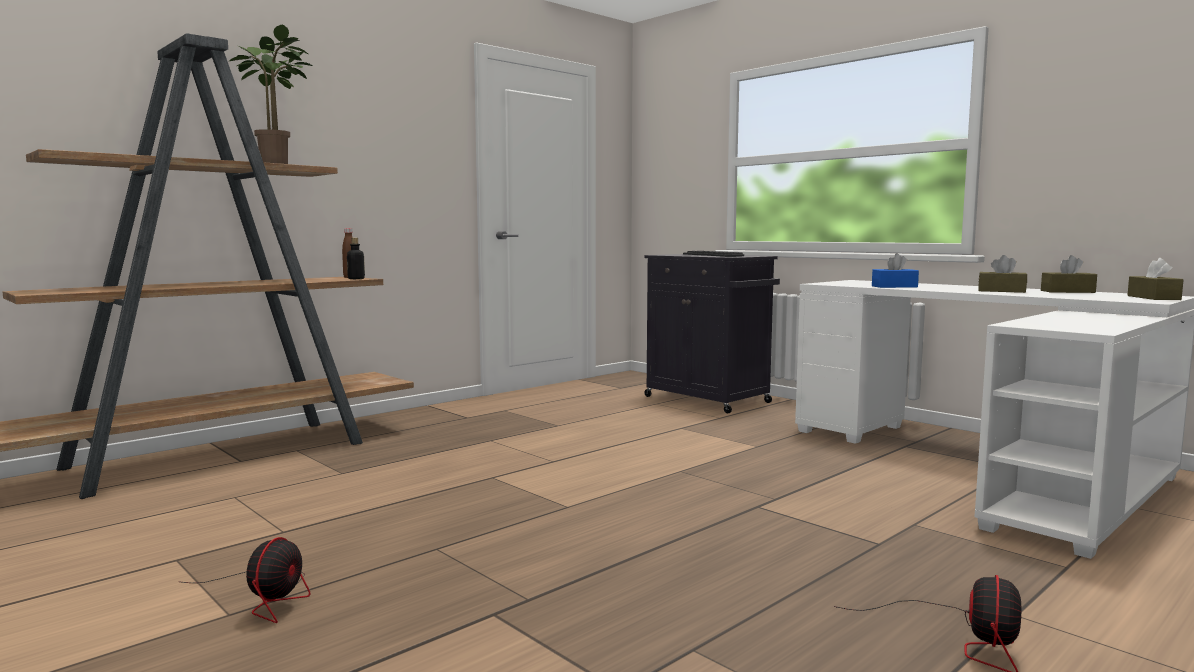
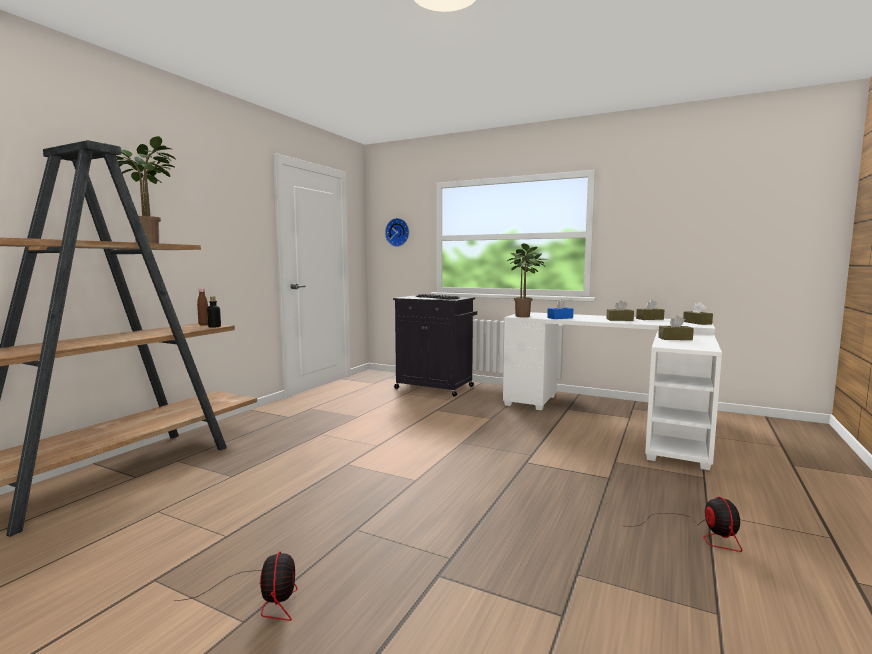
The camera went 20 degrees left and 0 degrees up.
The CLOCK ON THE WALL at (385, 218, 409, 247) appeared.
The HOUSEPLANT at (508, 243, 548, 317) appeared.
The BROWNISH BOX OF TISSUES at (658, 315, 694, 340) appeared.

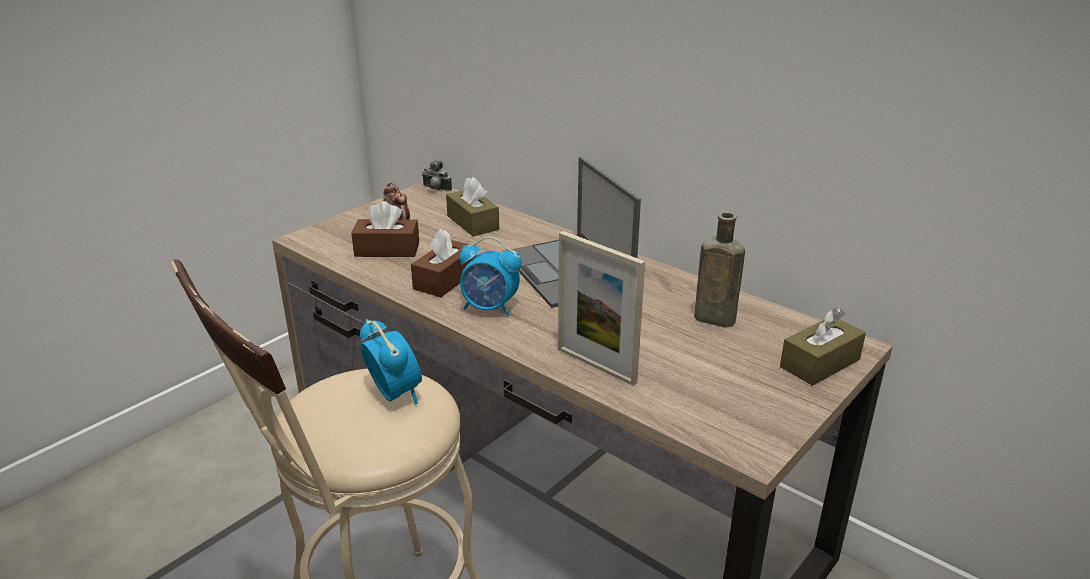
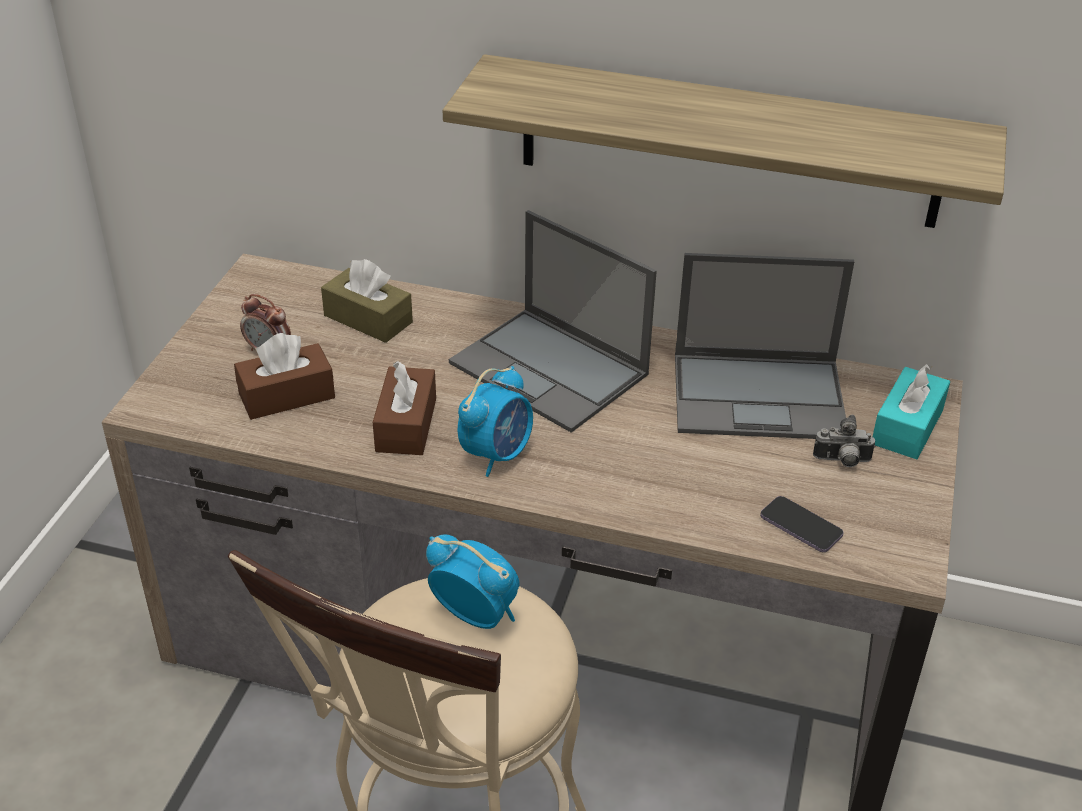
The camera went 25 degrees left and 10 degrees up.
The STILL CAMERA moved from (422, 160, 452, 191) to (813, 415, 875, 467).
The BROWNISH DRINK BOTTLE at (694, 212, 745, 327) was replaced by the LAPTOP at (675, 253, 854, 439).
The PHOTO FRAME at (558, 231, 645, 386) disappeared.
The TABLE CLOCK at (459, 237, 521, 316) turned 45 degrees counterclockwise.
The BROWNISH BOX OF TISSUES at (780, 308, 866, 386) became the TURQUOISE BOX OF TISSUES at (873, 364, 950, 460).
The WALL SHELF at (443, 54, 1007, 228) appeared.
The HANDSET at (760, 496, 844, 552) appeared.

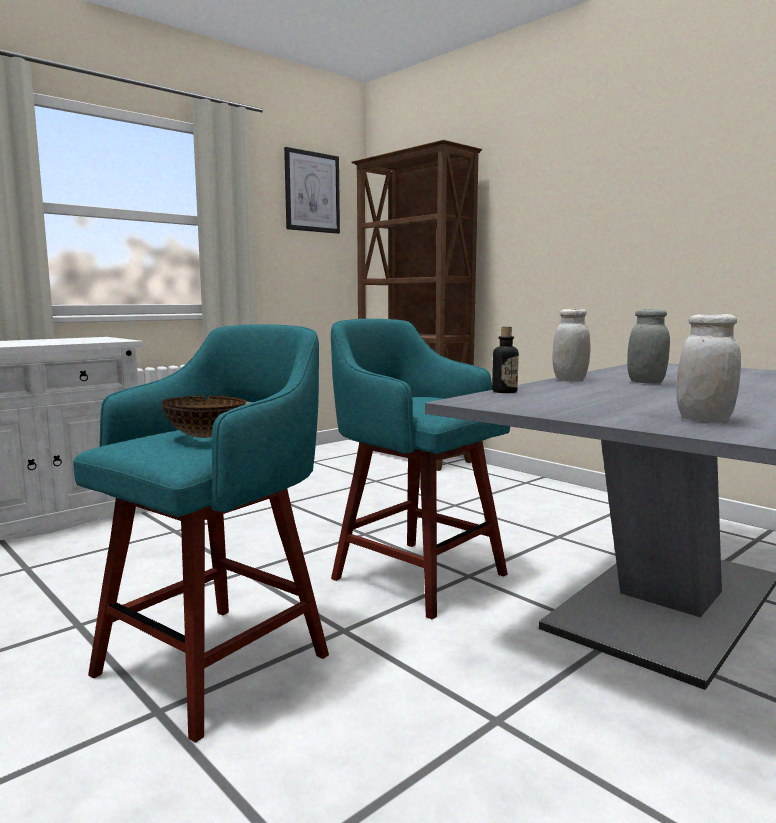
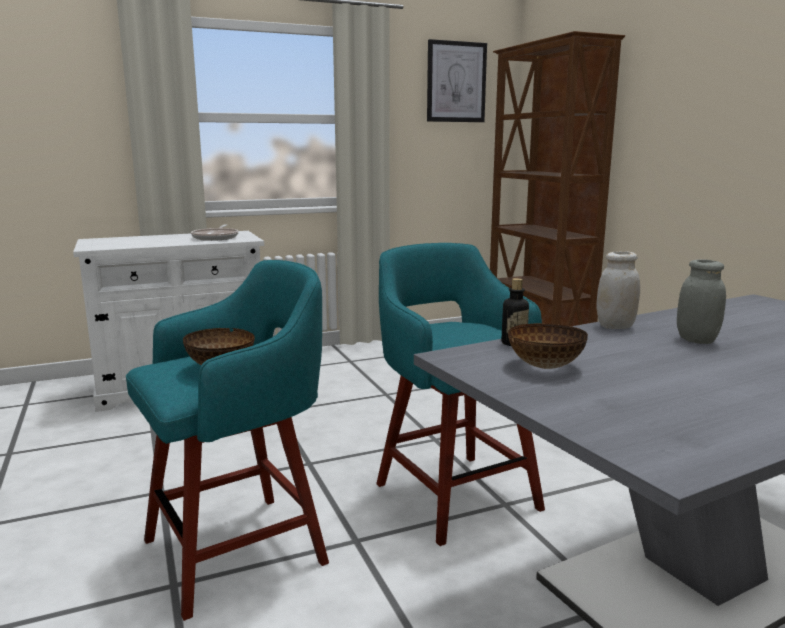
The camera went 20 degrees right and 5 degrees up.
The WHITE-COLOURED STORAGE JAR at (676, 314, 741, 422) disappeared.
The SKILLET at (191, 224, 239, 241) appeared.
The BOWL at (508, 323, 588, 369) appeared.

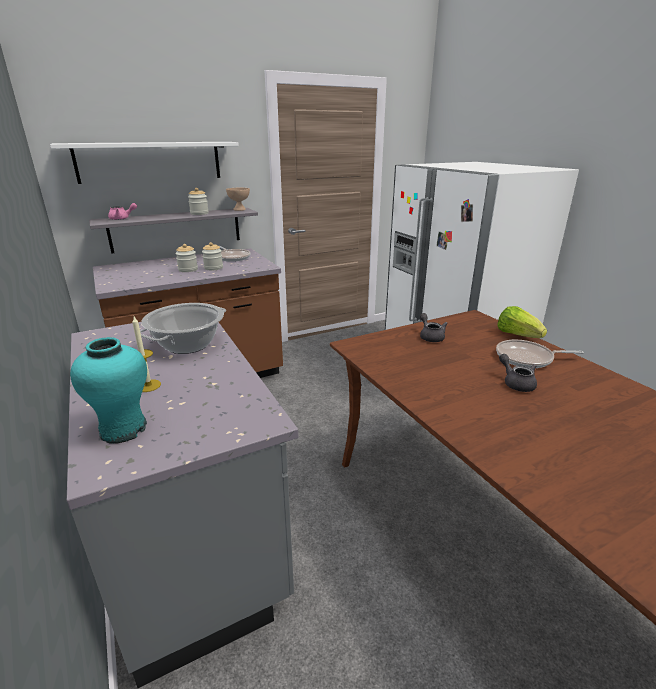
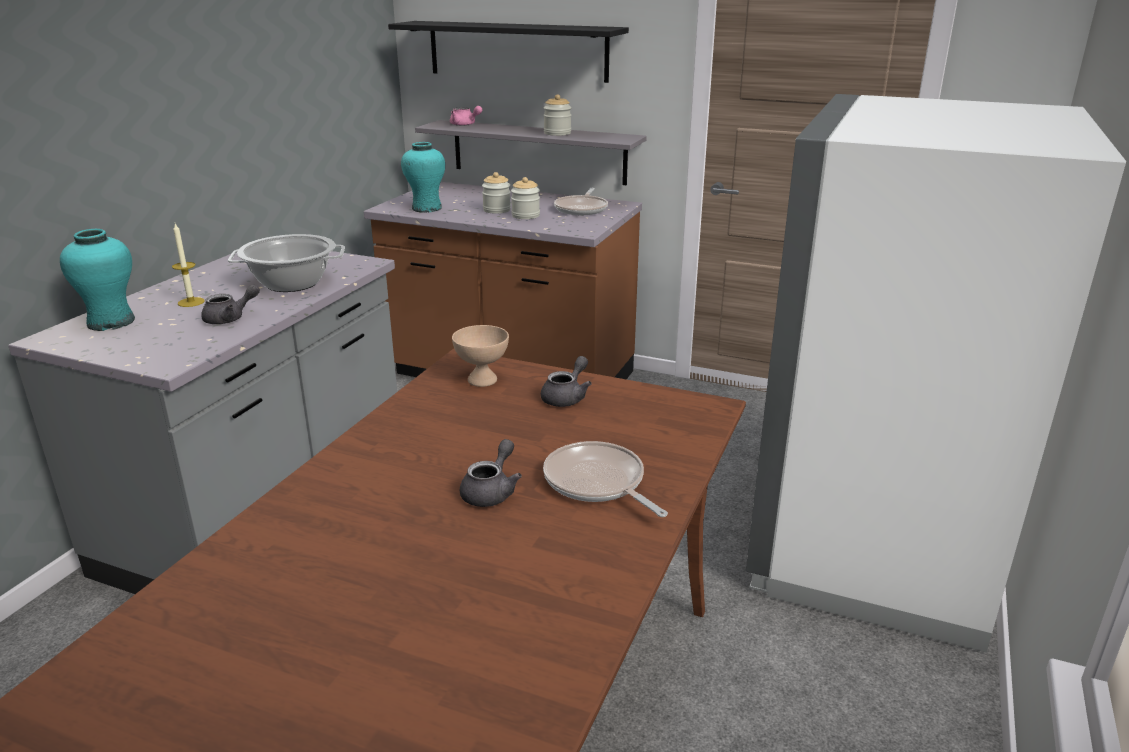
The camera went 50 degrees right and 0 degrees up.
The WHITE-COLOURED WALL SHELF at (50, 142, 239, 184) became the BLACK WALL SHELF at (388, 21, 629, 83).
The SAND-COLOURED BOWL moved from (226, 188, 250, 211) to (452, 325, 509, 387).
The HEAD OF LETTUCE at (498, 306, 547, 338) disappeared.
The TURQUOISE FLOWER VASE at (401, 142, 445, 213) appeared.
The GREY TEAPOT at (201, 284, 260, 324) appeared.

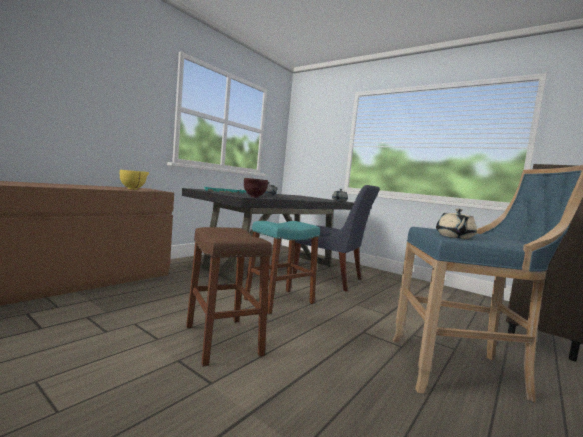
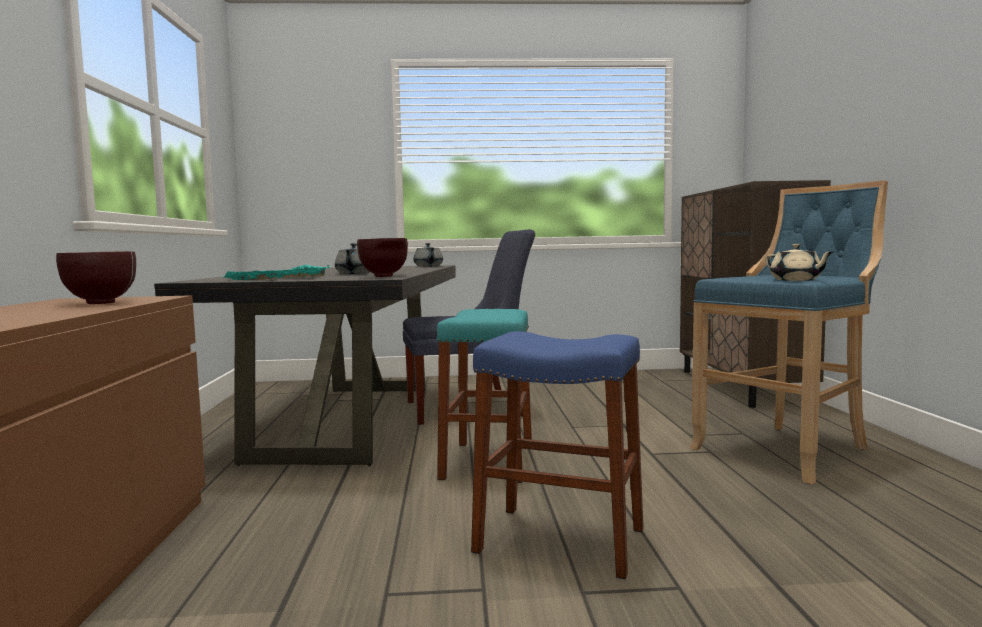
The camera went 40 degrees left and 0 degrees up.
The YELLOWISH BOWL at (120, 170, 149, 190) became the BROWNISH BOWL at (56, 251, 136, 304).
The BROWNISH SITTING STOOL at (186, 227, 272, 367) became the BLUE SITTING STOOL at (471, 331, 644, 579).

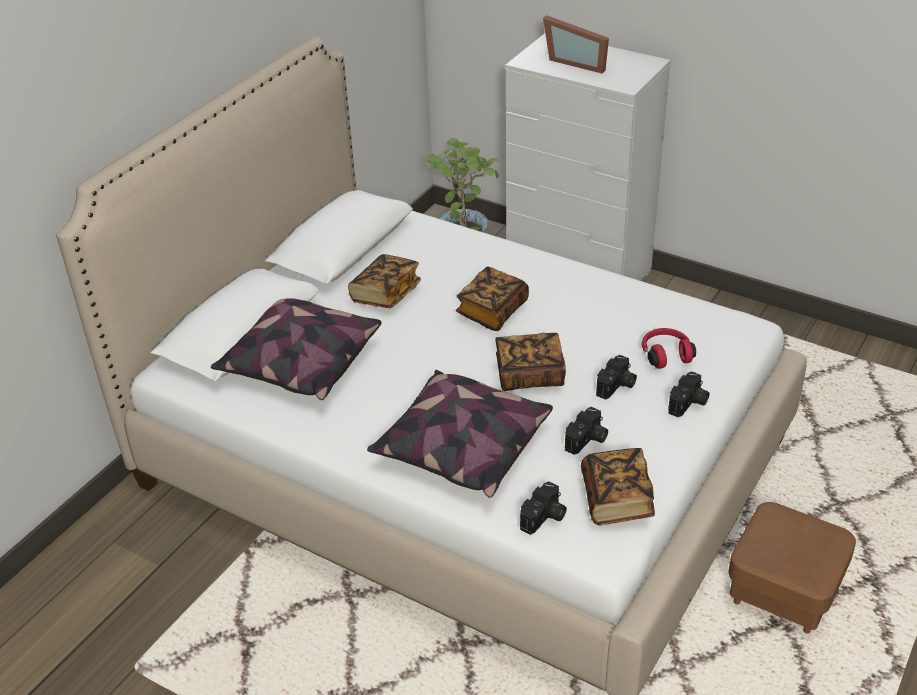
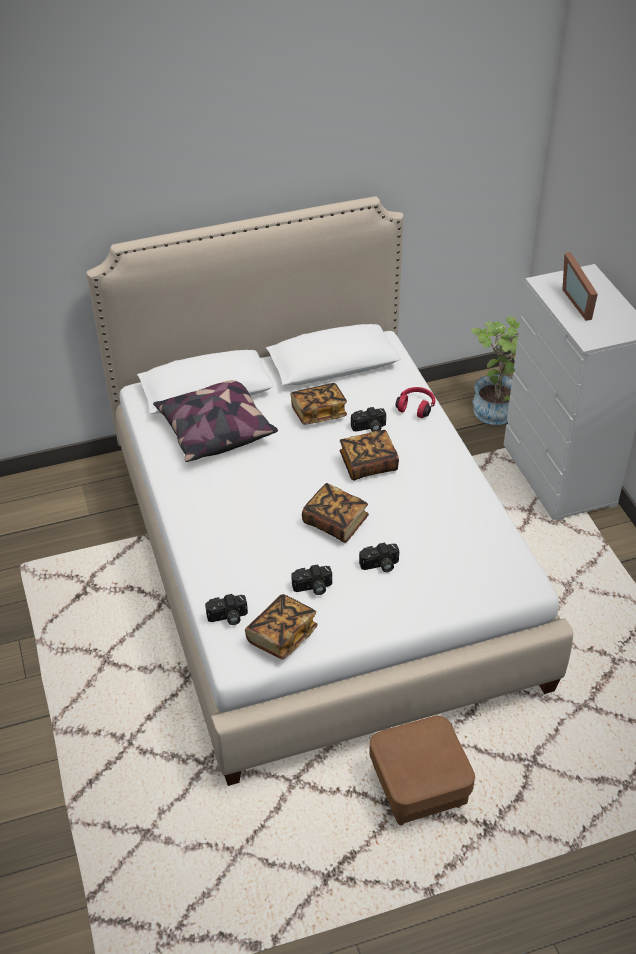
The camera went 40 degrees right and 5 degrees up.
The REDDISH PAIR OF HEADPHONES moved from (642, 328, 696, 369) to (395, 387, 435, 418).
The CUSHION at (367, 370, 553, 498) disappeared.
The STILL CAMERA moved from (668, 371, 710, 417) to (351, 407, 386, 432).

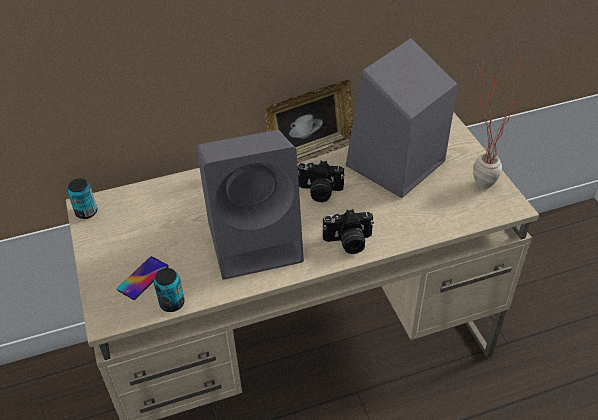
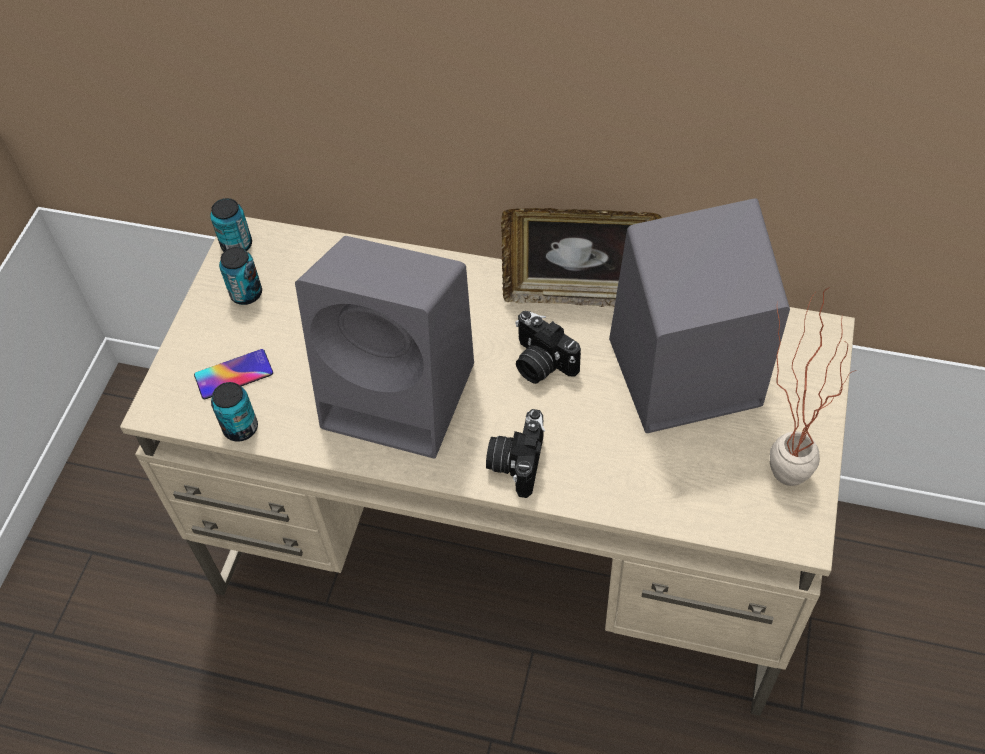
The camera went 35 degrees right and 10 degrees up.
The STILL CAMERA at (323, 209, 374, 254) turned 75 degrees clockwise.
The SEALED CAN at (219, 247, 262, 305) appeared.

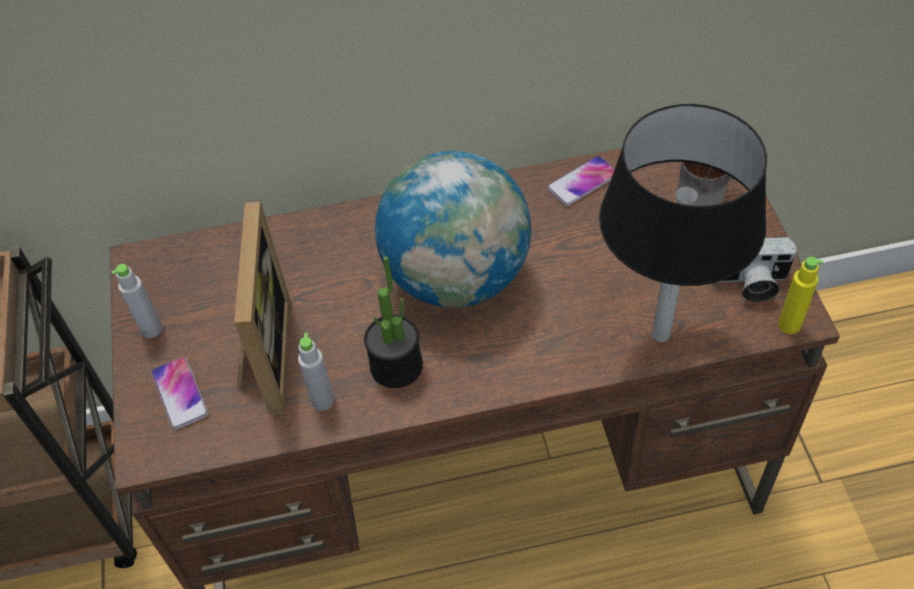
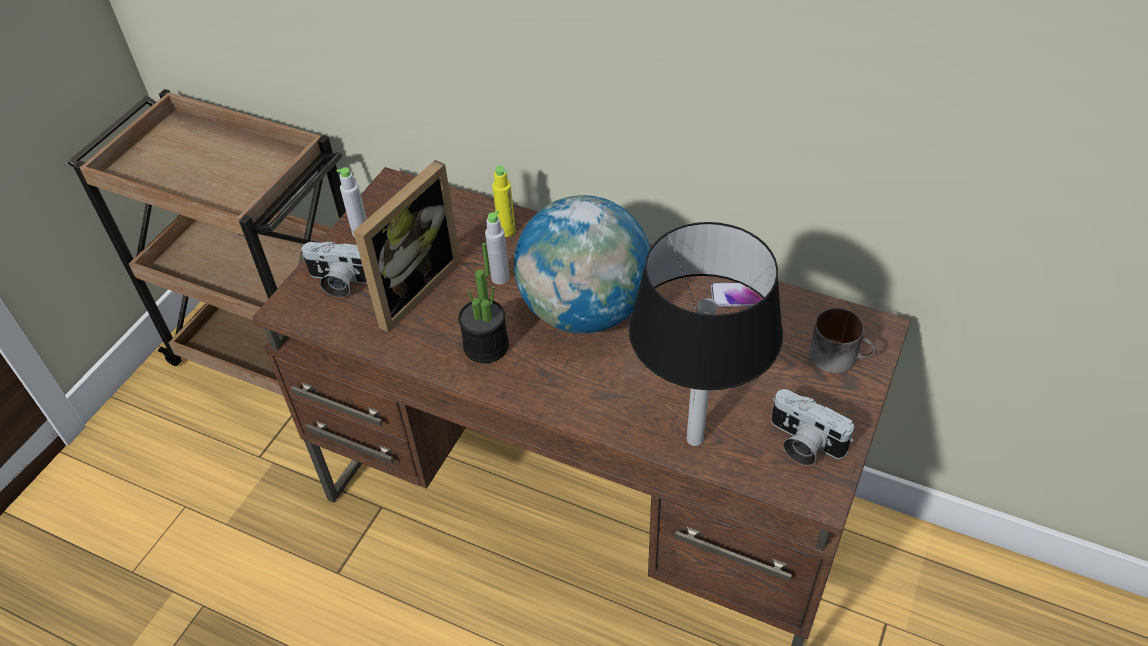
The camera went 35 degrees right and 5 degrees down.
The YELLOWISH DRINK BOTTLE moved from (778, 257, 823, 334) to (492, 166, 516, 237).
The GREY DRINK BOTTLE moved from (298, 333, 334, 411) to (485, 210, 510, 284).
The HANDSET at (151, 357, 208, 430) was replaced by the STILL CAMERA at (302, 241, 367, 297).

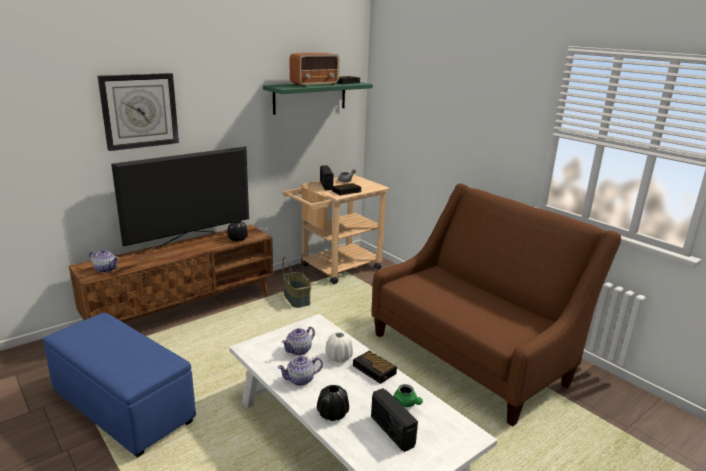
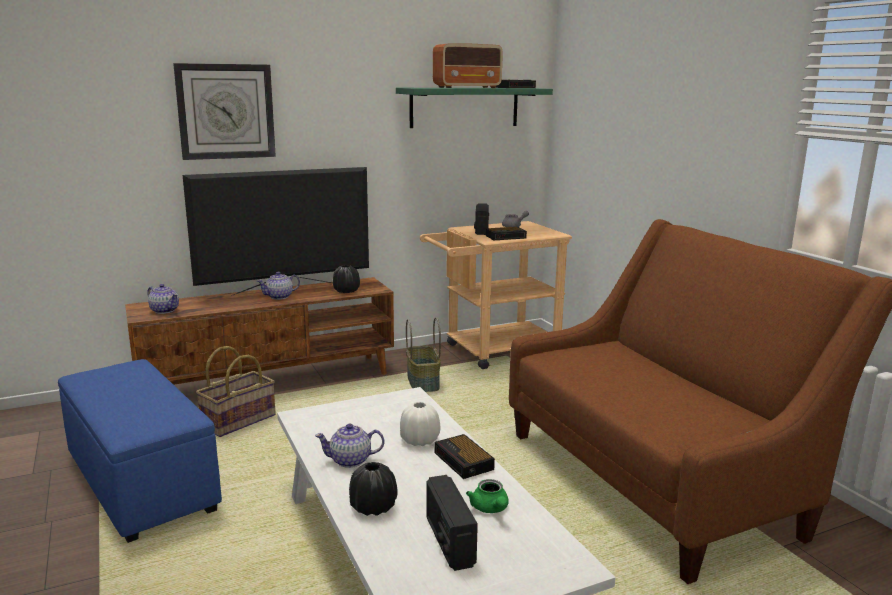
The camera went 15 degrees right and 5 degrees down.
The TEAPOT moved from (282, 327, 315, 355) to (257, 272, 300, 300).
The BASKET at (196, 346, 276, 437) appeared.

